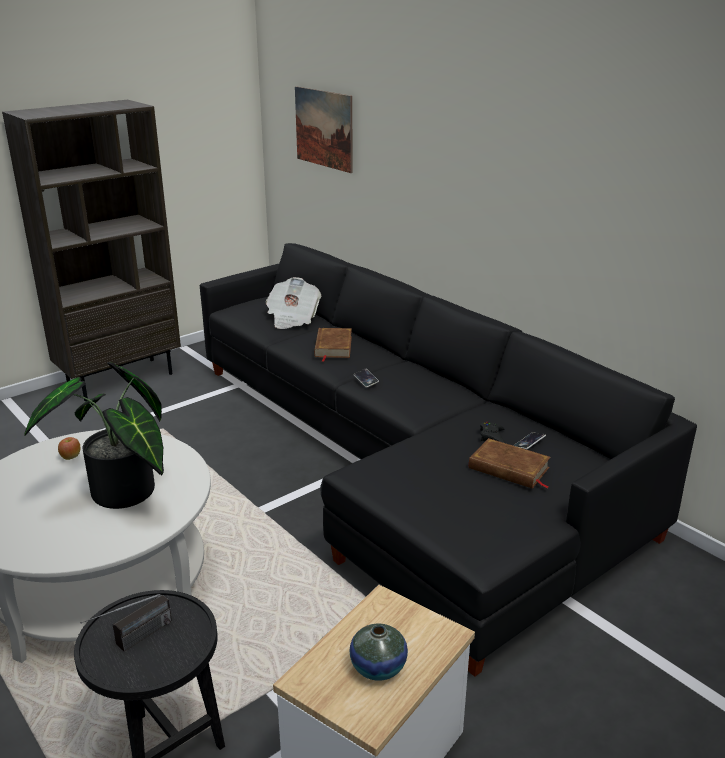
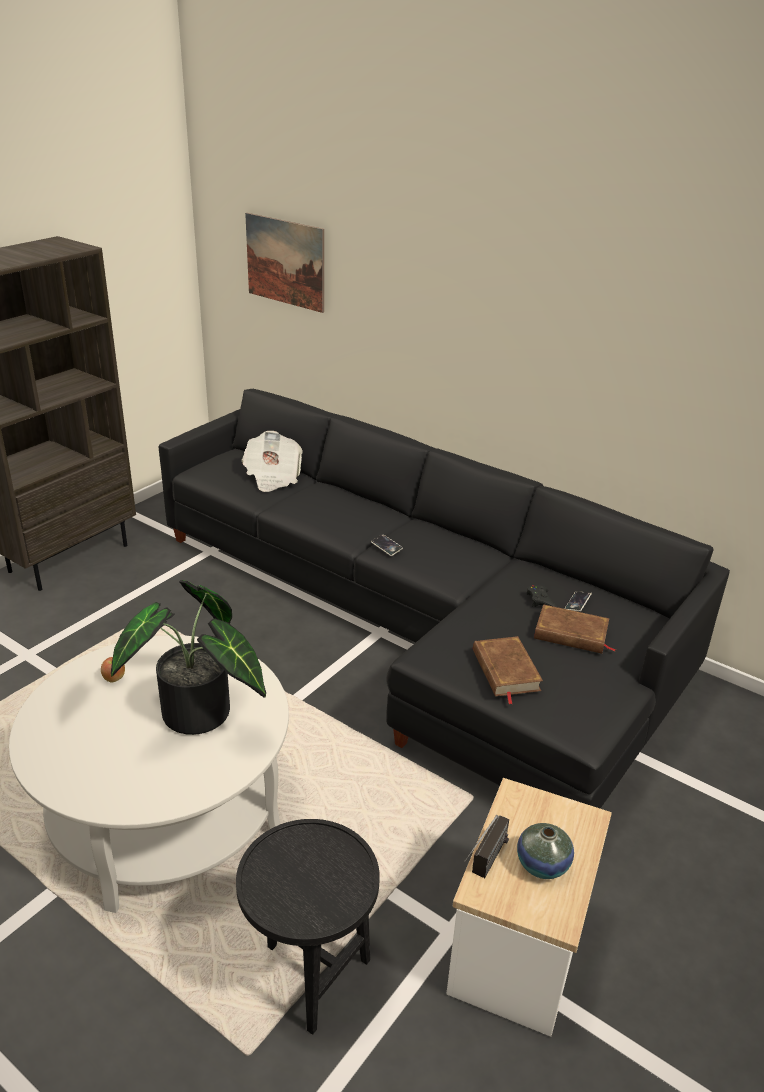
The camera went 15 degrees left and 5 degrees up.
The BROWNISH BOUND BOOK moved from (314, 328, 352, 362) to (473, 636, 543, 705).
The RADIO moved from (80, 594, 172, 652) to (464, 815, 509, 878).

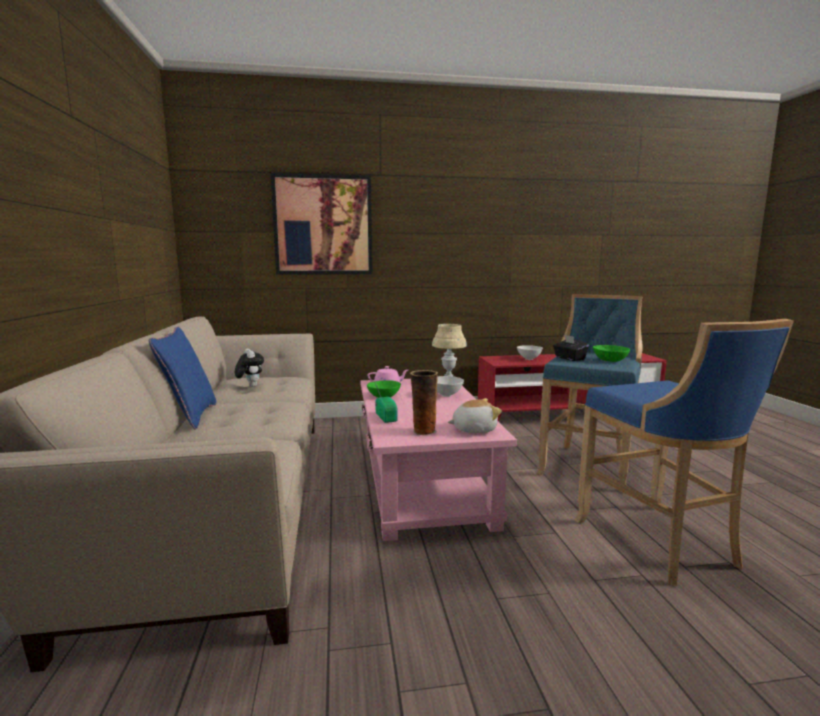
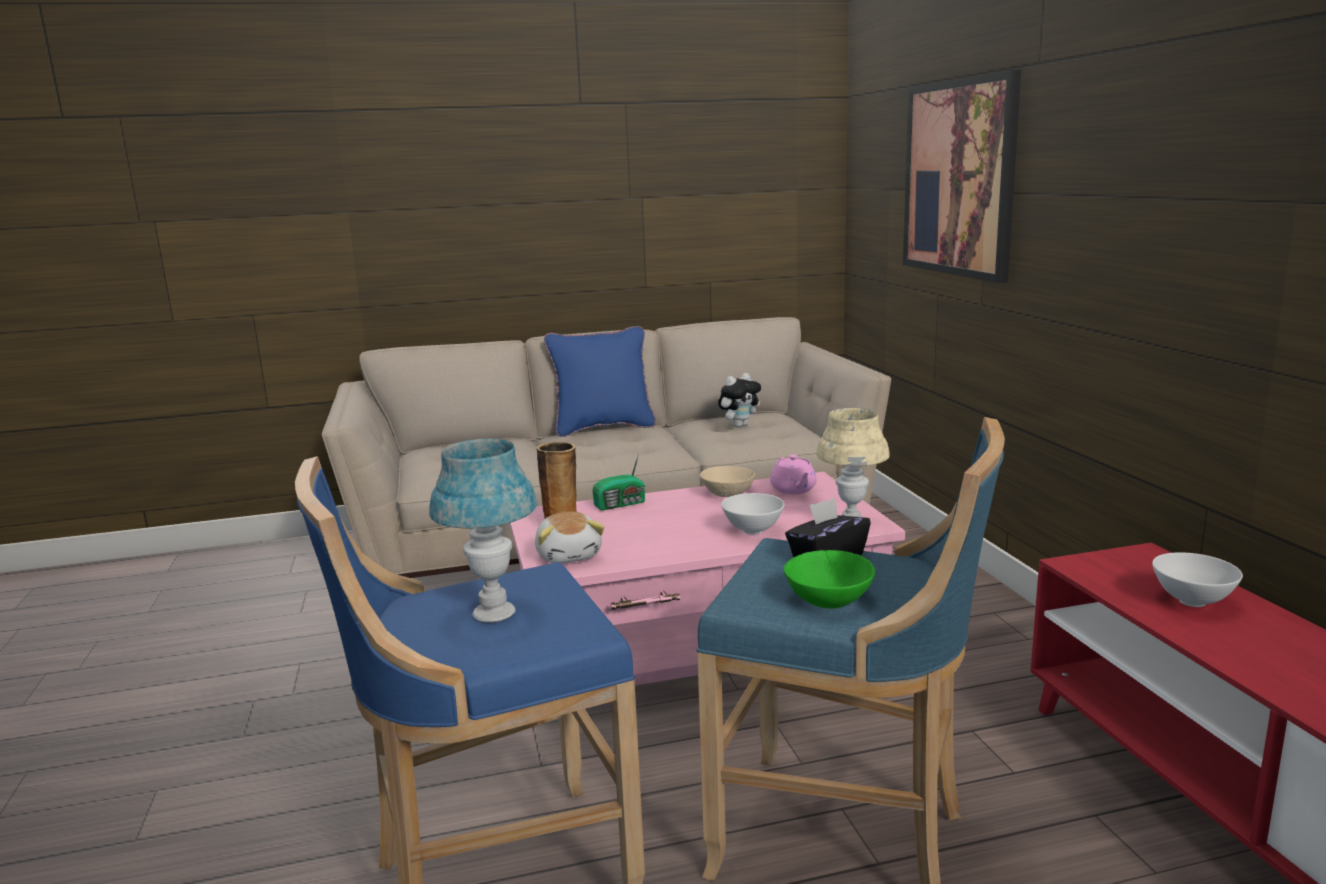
The camera went 85 degrees right and 5 degrees up.
The GREENISH BOWL at (367, 380, 401, 398) became the SAND-COLOURED BOWL at (700, 466, 755, 497).
The BLUE TABLETOP LAMP at (429, 439, 537, 623) appeared.

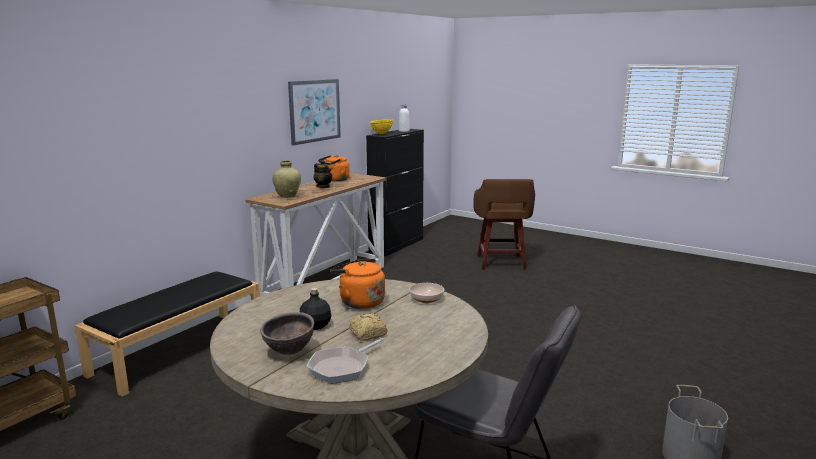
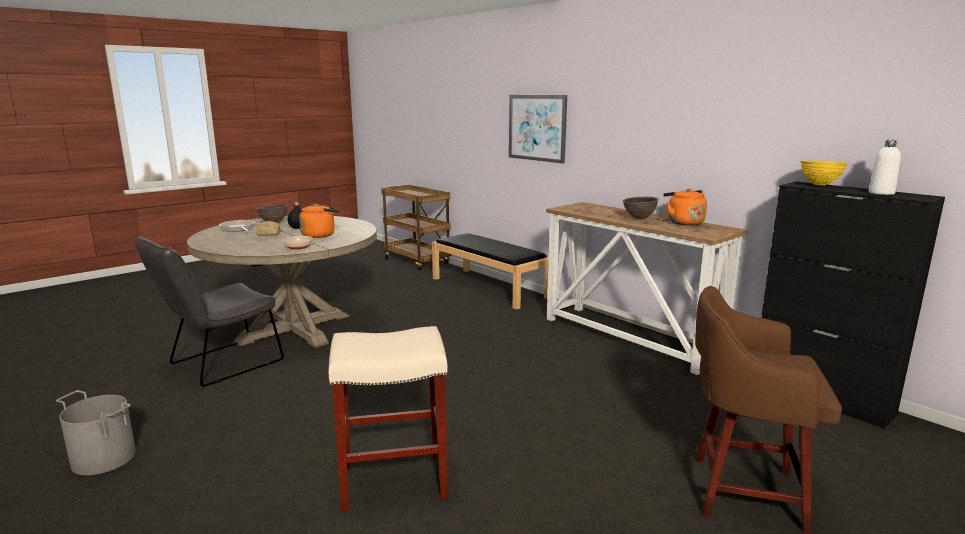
The camera went 105 degrees right and 0 degrees up.
The WALL ART moved from (288, 79, 341, 146) to (509, 95, 567, 164).
The TEAPOT at (314, 160, 333, 188) was replaced by the BROWNISH BOWL at (623, 197, 658, 219).
The SAND-COLOURED FLOWER VASE at (272, 161, 301, 198) disappeared.
The SAND-COLOURED SITTING STOOL at (329, 326, 448, 511) appeared.

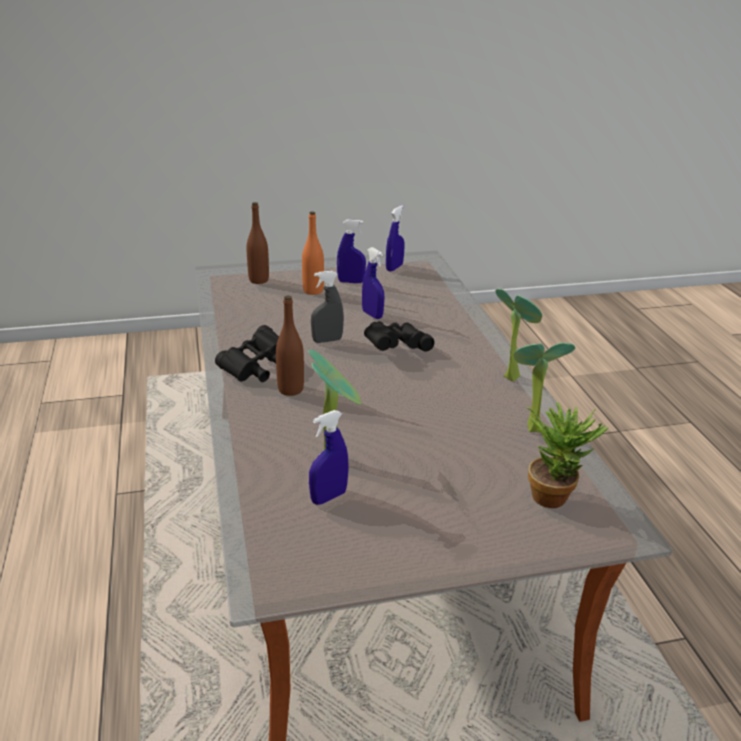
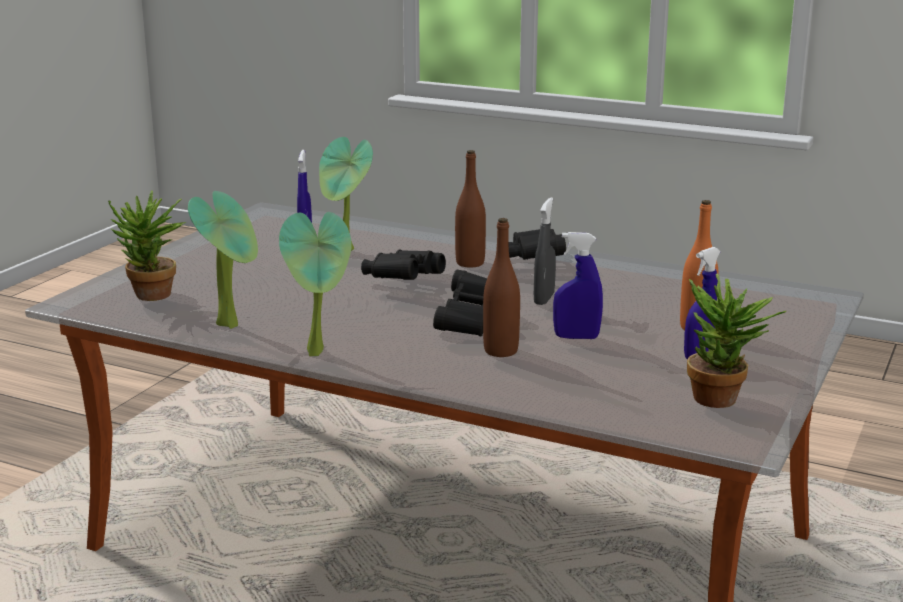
The camera went 130 degrees right and 10 degrees down.
The BROWNISH DRINK BOTTLE moved from (247, 202, 269, 284) to (483, 218, 520, 357).
The BLUE HAND SPRAYER at (386, 205, 405, 272) was replaced by the HOUSEPLANT at (687, 273, 786, 408).
The BLACK PAIR OF BINOCULARS at (361, 250, 446, 280) appeared.

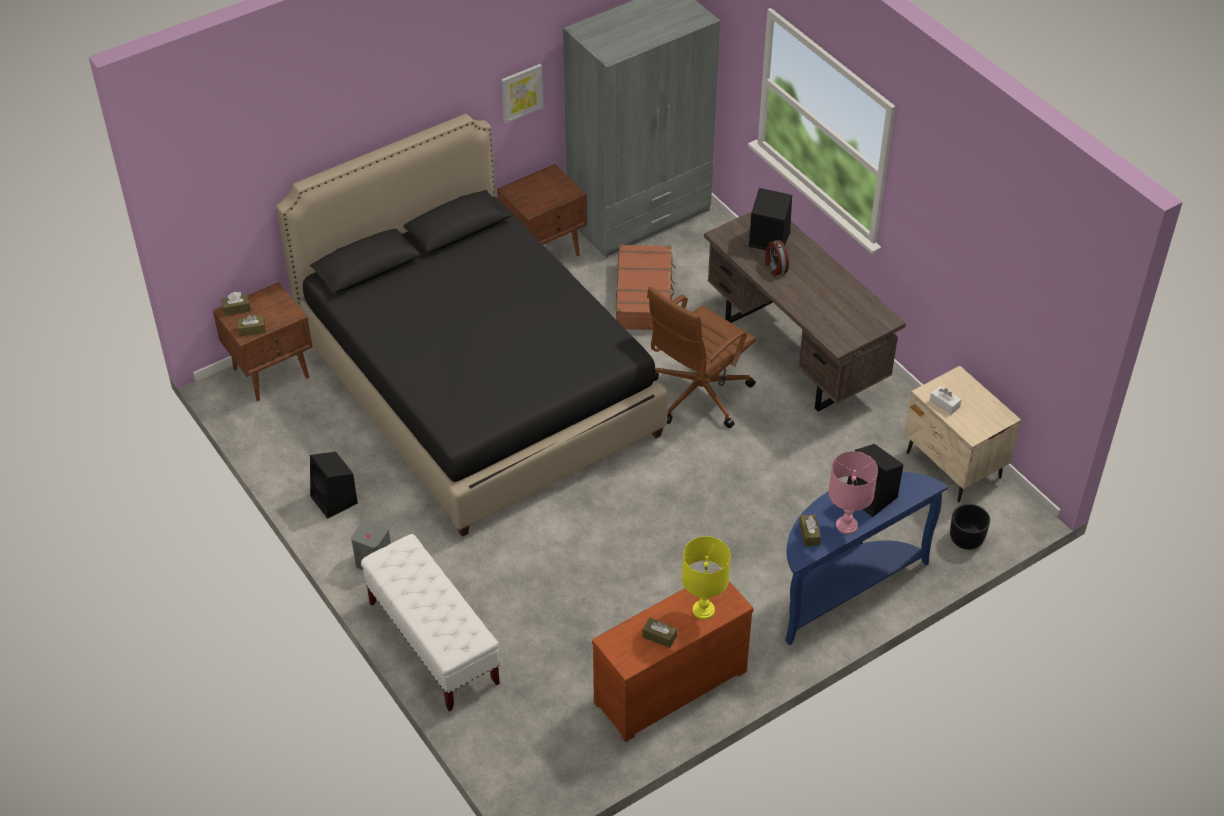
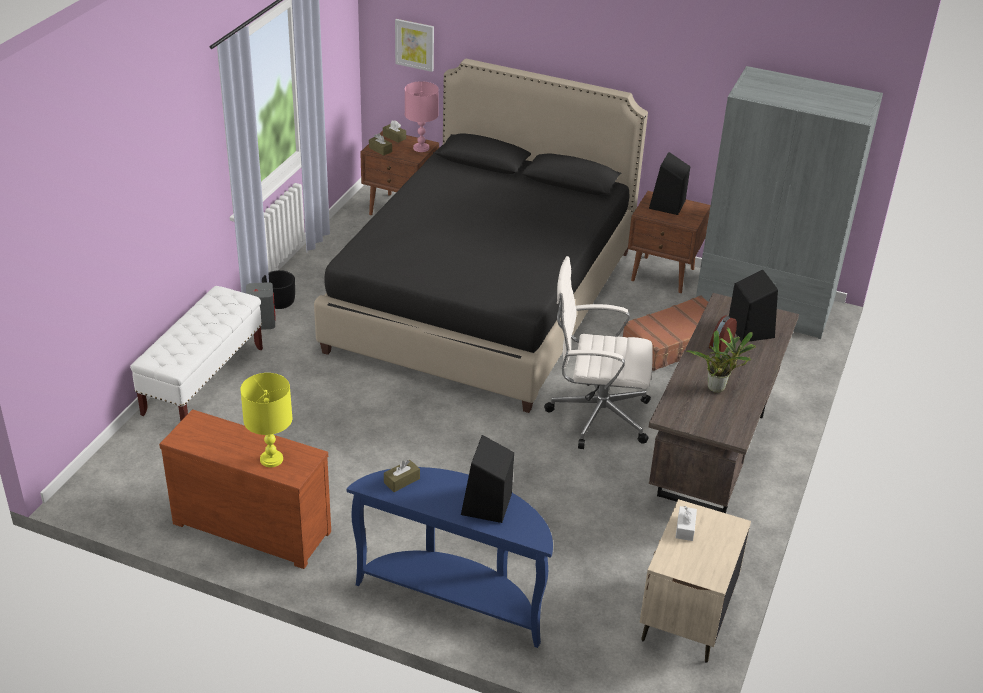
The camera went 55 degrees right and 10 degrees down.
The WALL ART moved from (501, 64, 544, 123) to (395, 19, 434, 72).
The BROWNISH COMPUTER CHAIR at (647, 287, 756, 428) became the WHITE-COLOURED COMPUTER CHAIR at (544, 256, 653, 449).
The PINK-COLOURED TABLETOP LAMP moved from (828, 451, 878, 534) to (405, 81, 439, 152).
The BLACK LOUDSPEAKER moved from (310, 452, 358, 519) to (649, 152, 690, 215).
The BLACK PLANT POT moved from (950, 504, 990, 550) to (262, 270, 295, 309).
The BROWNISH BOX OF TISSUES at (642, 618, 677, 648) disappeared.
The HOUSEPLANT at (686, 328, 756, 393) appeared.

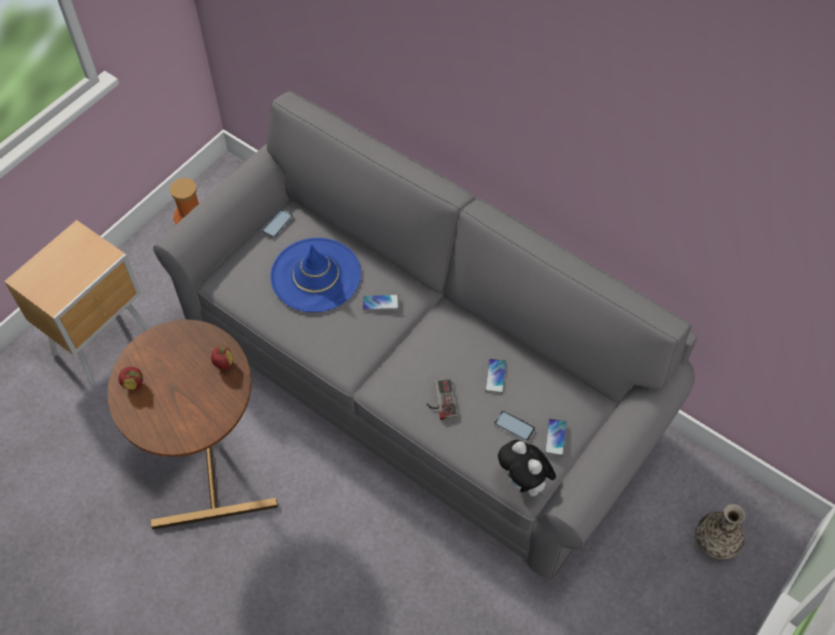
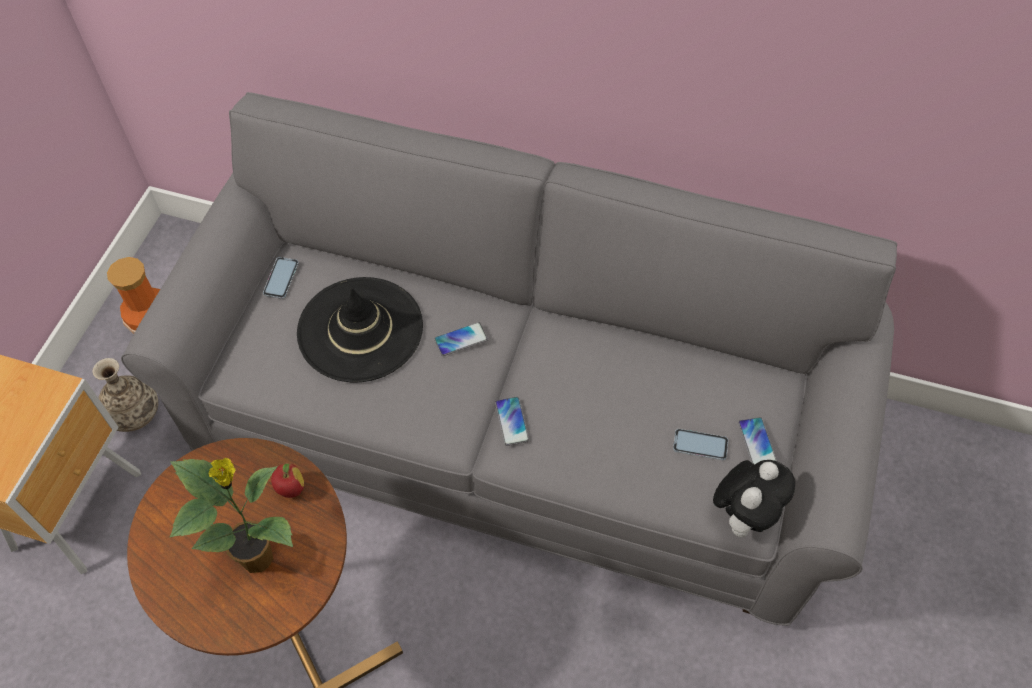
The camera went 20 degrees left and 0 degrees up.
The BLUE WEARABLE HAT at (270, 238, 361, 312) became the BLACK WEARABLE HAT at (297, 277, 423, 382).
The HANDSET moved from (485, 359, 507, 394) to (495, 397, 529, 446).
The APPLE FRUIT at (119, 367, 143, 390) disappeared.
The GAME CONTROLLER at (427, 378, 458, 420) disappeared.
The CUDDLY TOY at (498, 440, 556, 499) turned 90 degrees counterclockwise.
The FLOWER VASE moved from (695, 504, 745, 560) to (93, 358, 158, 432).
The HOUSEPLANT at (169, 458, 293, 573) appeared.

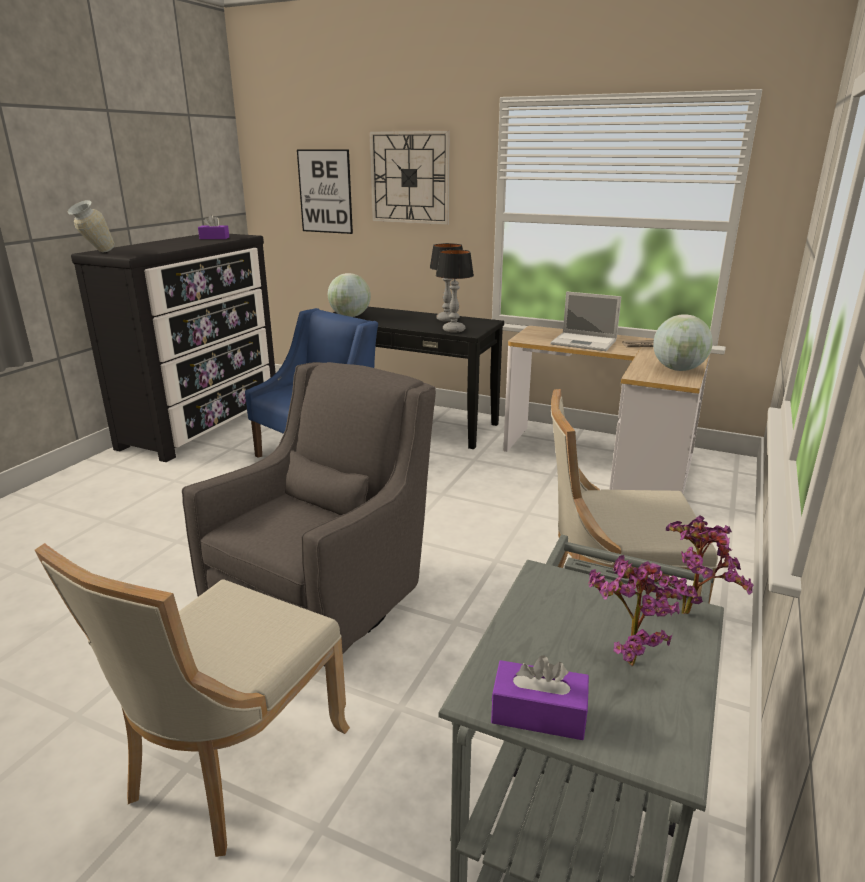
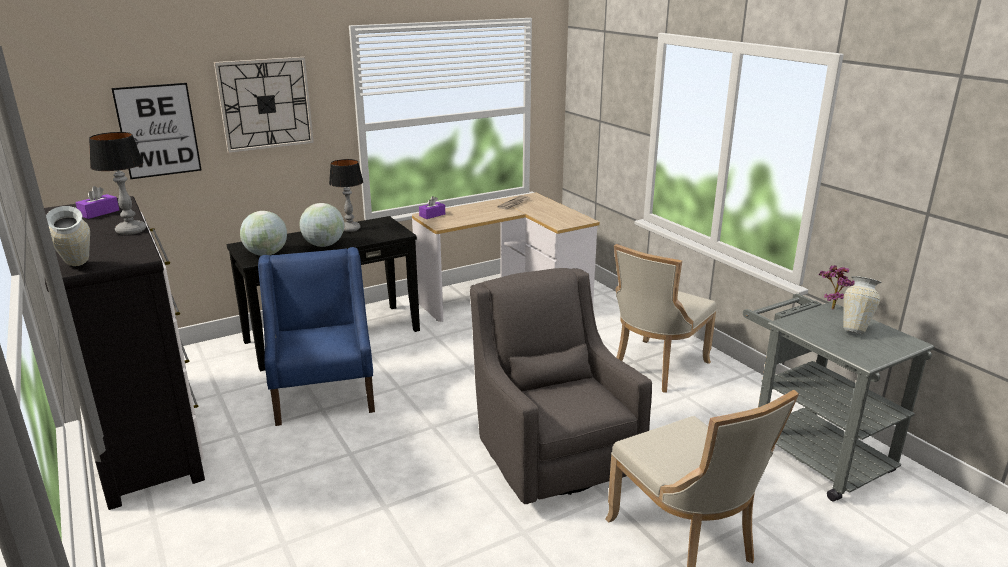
The camera went 55 degrees left and 0 degrees up.
The TABLETOP LAMP moved from (436, 249, 474, 333) to (89, 132, 146, 235).
The LAPTOP at (551, 291, 621, 351) disappeared.
The GLOBE moved from (653, 314, 713, 371) to (300, 203, 344, 247).
The HOUSEPLANT at (588, 555, 683, 666) was replaced by the FLOWER VASE at (843, 276, 881, 334).
The PURPLISH BOX OF TISSUES moved from (491, 655, 589, 740) to (419, 196, 445, 219).

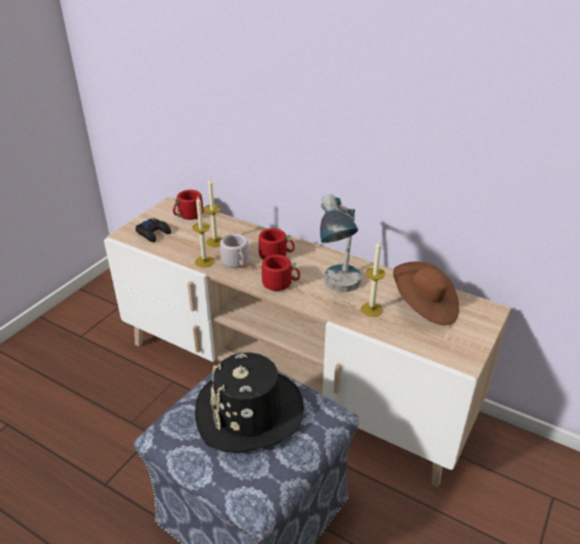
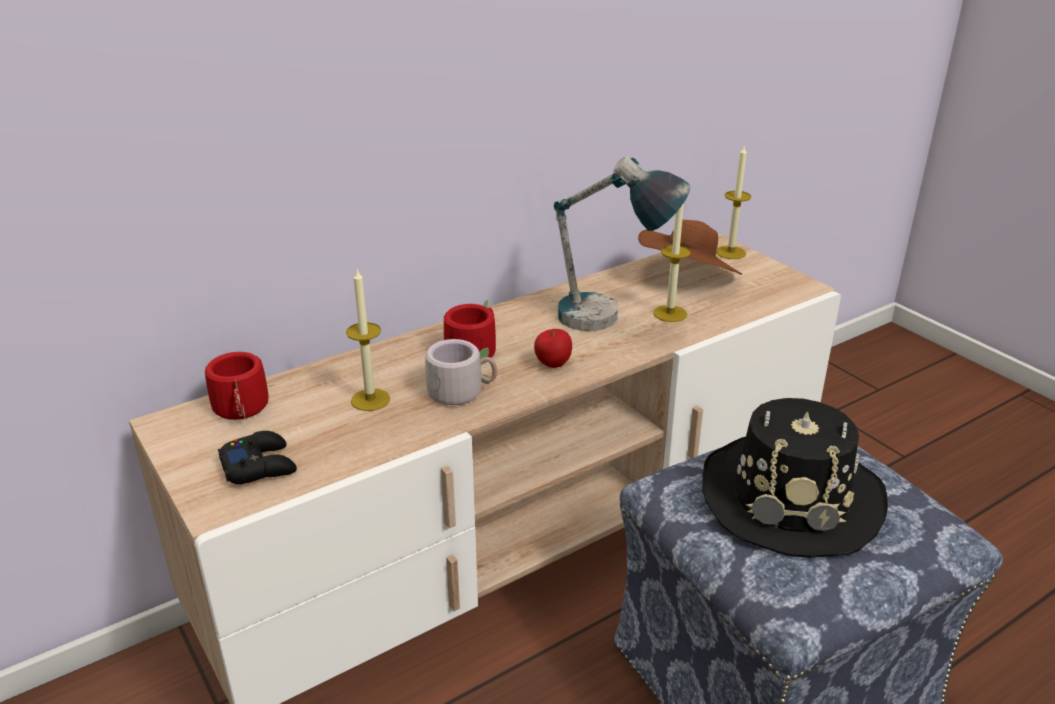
The camera went 65 degrees left and 5 degrees down.
The WAX CANDLE moved from (192, 197, 215, 268) to (716, 146, 751, 259).
The REDDISH MUG at (262, 255, 300, 291) was replaced by the APPLE FRUIT at (534, 329, 572, 368).

